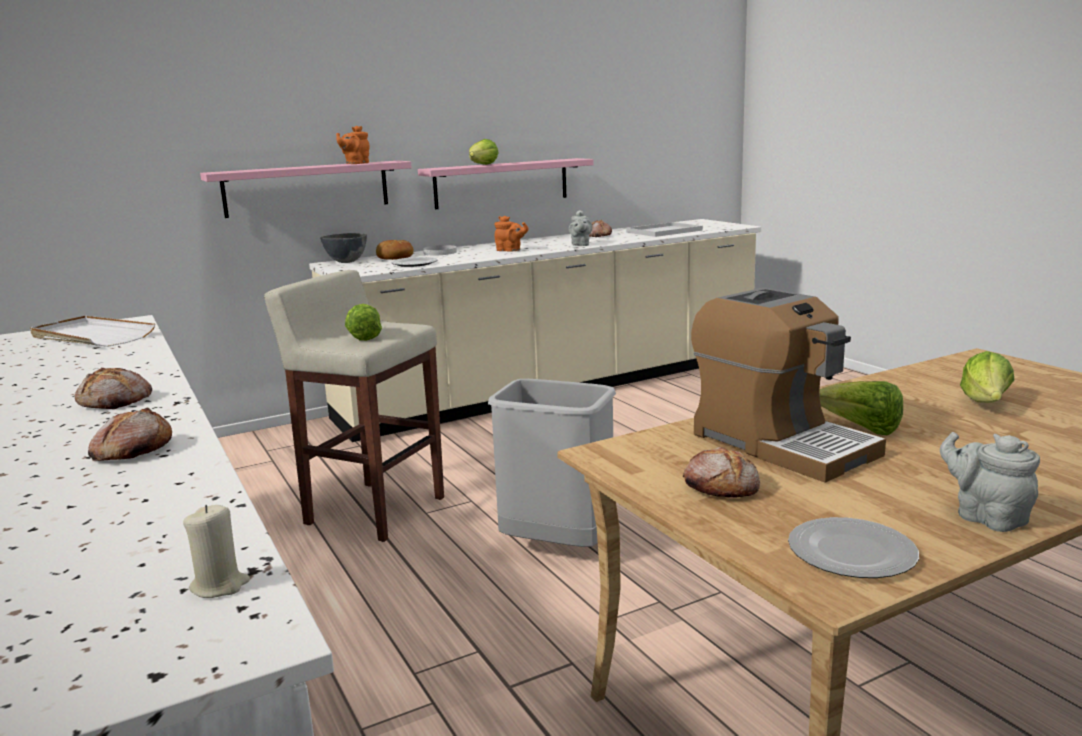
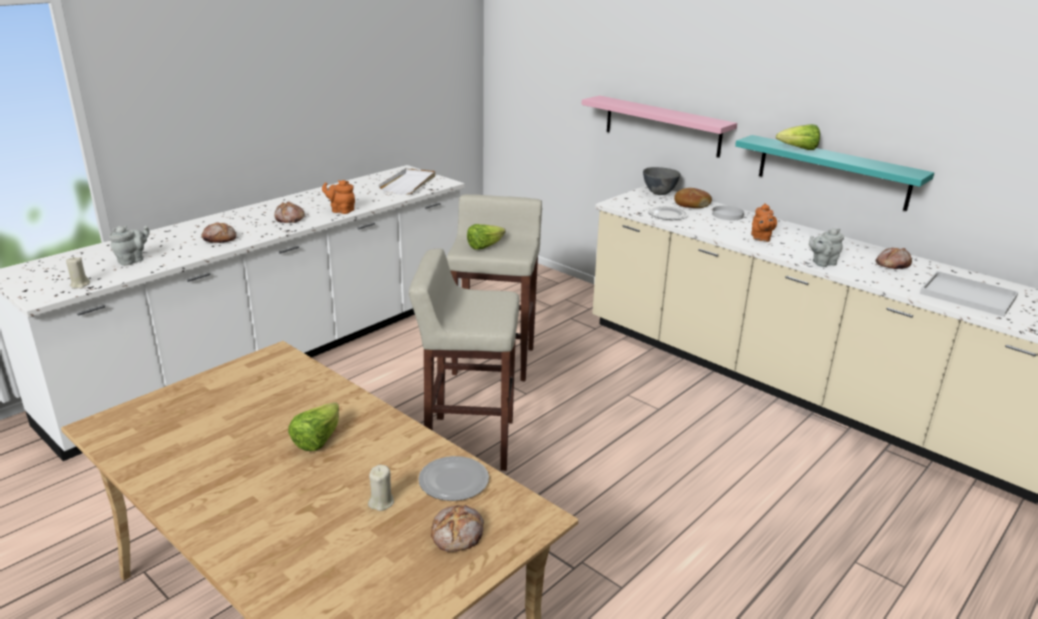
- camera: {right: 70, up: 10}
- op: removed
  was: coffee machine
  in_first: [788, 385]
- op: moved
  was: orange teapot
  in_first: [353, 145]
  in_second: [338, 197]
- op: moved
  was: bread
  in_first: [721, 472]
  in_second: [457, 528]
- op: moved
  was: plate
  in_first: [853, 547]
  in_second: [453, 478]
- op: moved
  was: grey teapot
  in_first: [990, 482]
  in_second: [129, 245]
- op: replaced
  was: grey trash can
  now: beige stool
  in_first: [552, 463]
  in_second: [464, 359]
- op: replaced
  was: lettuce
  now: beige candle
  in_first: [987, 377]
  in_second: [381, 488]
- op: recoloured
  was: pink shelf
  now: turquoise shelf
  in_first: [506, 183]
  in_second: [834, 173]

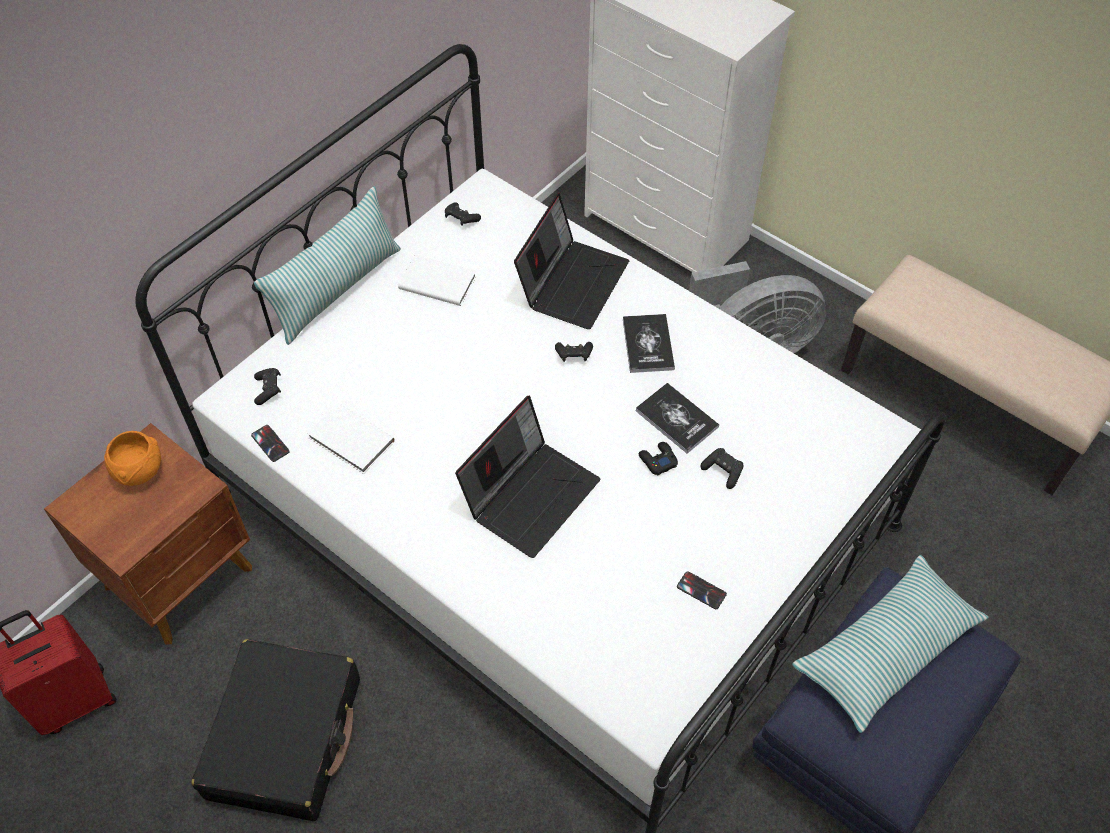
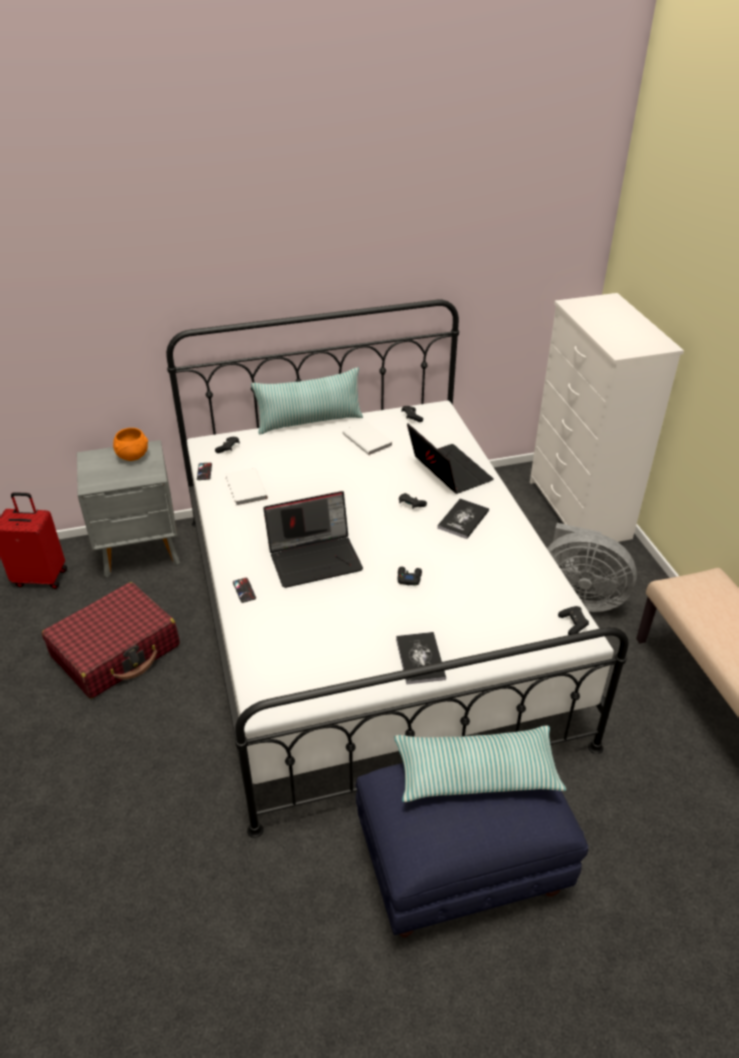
- camera: {right: 35, up: -15}
- op: moved
  was: book
  in_first: [677, 418]
  in_second: [421, 658]
- op: moved
  was: phone
  in_first: [702, 590]
  in_second: [244, 590]
- op: moved
  was: black game controller
  in_first: [721, 468]
  in_second: [573, 620]
- op: recoloured
  was: brown nightstand
  now: grey nightstand
  in_first: [148, 534]
  in_second: [128, 508]
- op: recoloured
  was: black suitcase
  now: red suitcase
  in_first: [276, 730]
  in_second: [111, 640]
- op: turned
  was: laptop
  in_first: [571, 261]
  in_second: [450, 458]
  clockwise: -90

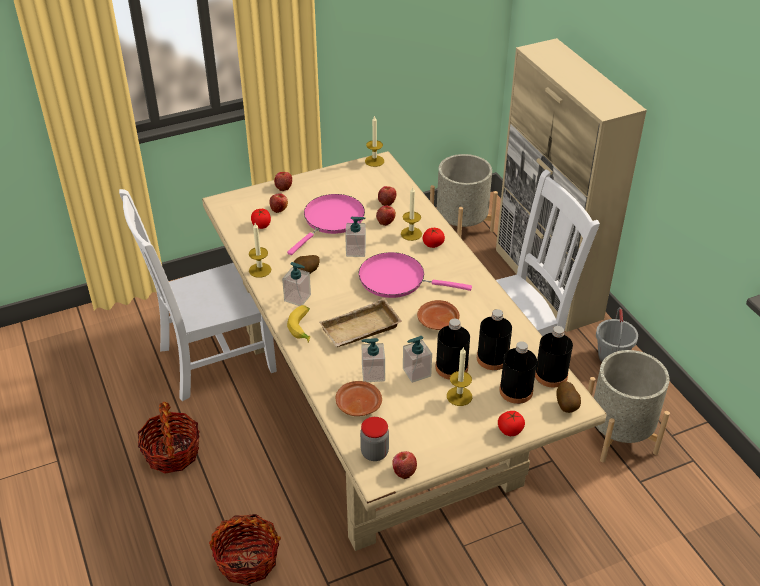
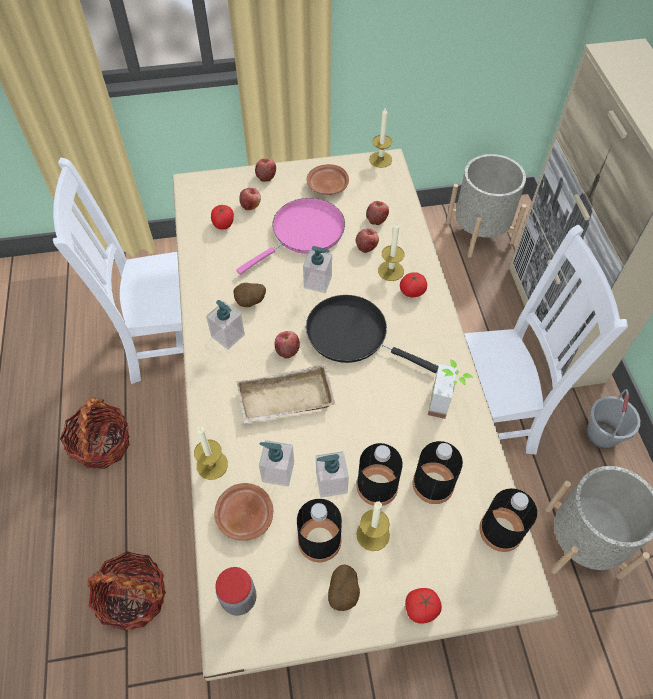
- camera: {right: 15, up: 15}
- op: removed
  was: banana
  in_first: [298, 323]
- op: added
  now: potted plant
  in_second: [450, 389]
- op: moved
  was: candle
  in_first: [260, 250]
  in_second: [211, 453]
- op: moved
  was: apple
  in_first: [404, 465]
  in_second: [287, 345]
- op: moved
  was: brown plate
  in_first: [438, 315]
  in_second: [328, 179]
- op: moved
  was: black bottle
  in_first: [518, 372]
  in_second: [319, 530]
- op: moved
  was: potato
  in_first: [568, 397]
  in_second: [344, 587]
- op: recoloured
  was: pink frying pan
  now: black frying pan
  in_first: [415, 275]
  in_second: [372, 334]

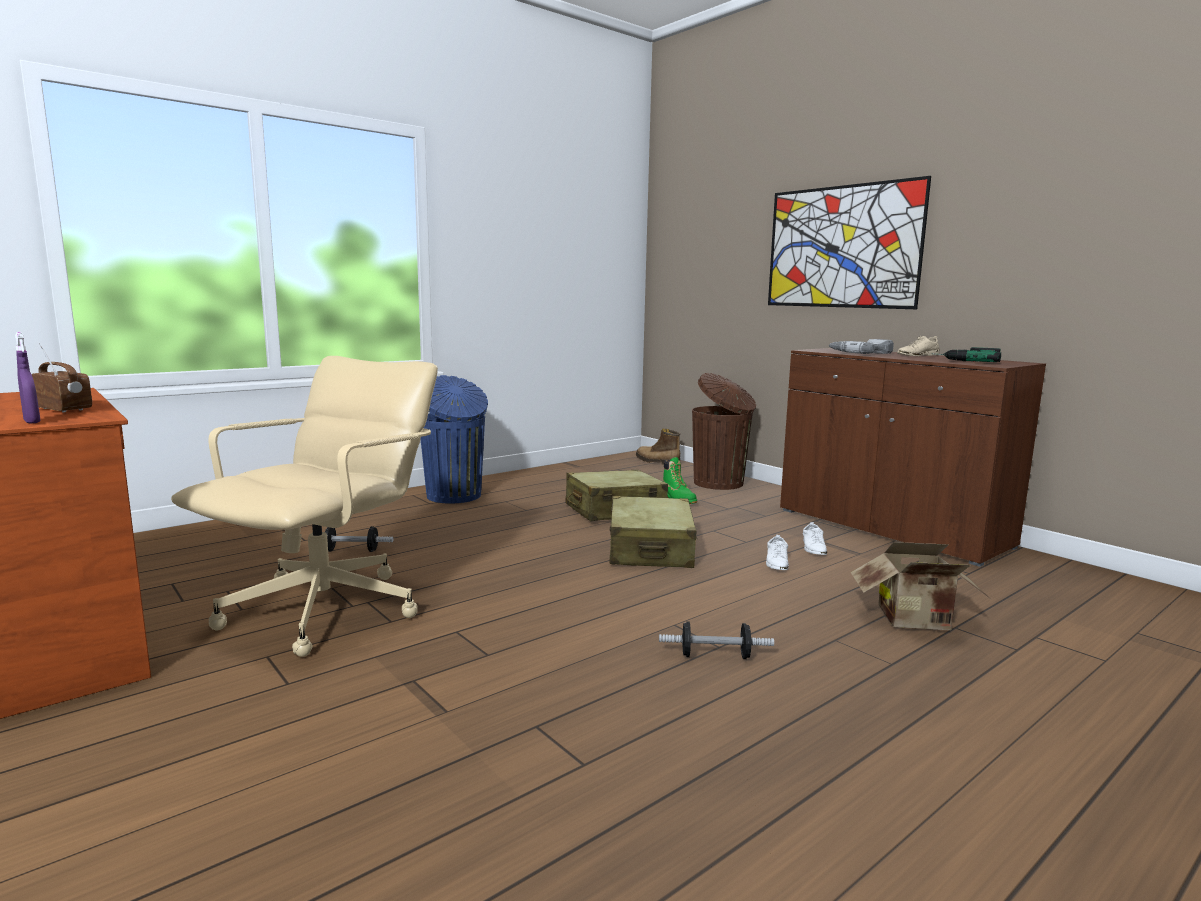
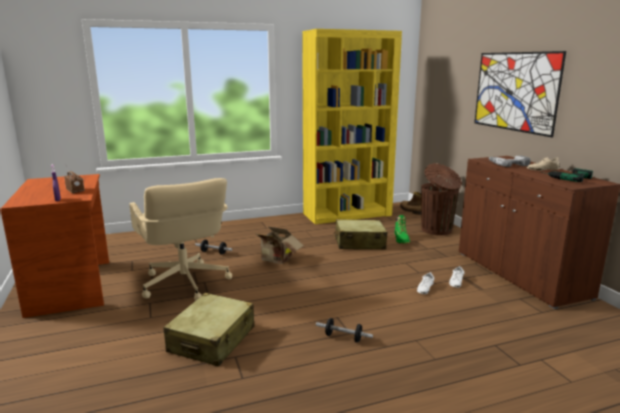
- camera: {right: 20, up: 5}
- op: removed
  was: blue trash can
  in_first: [454, 439]
- op: added
  now: yellow bookcase
  in_second: [352, 126]
- op: moved
  was: beige suitcase
  in_first: [653, 532]
  in_second: [209, 330]
- op: moved
  was: cardboard box
  in_first: [920, 586]
  in_second: [279, 245]
- op: turned
  was: beige office chair
  in_first: [304, 506]
  in_second: [180, 239]
  clockwise: 105

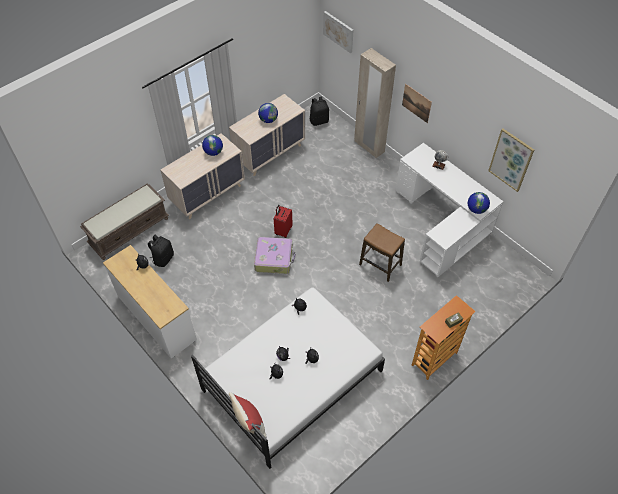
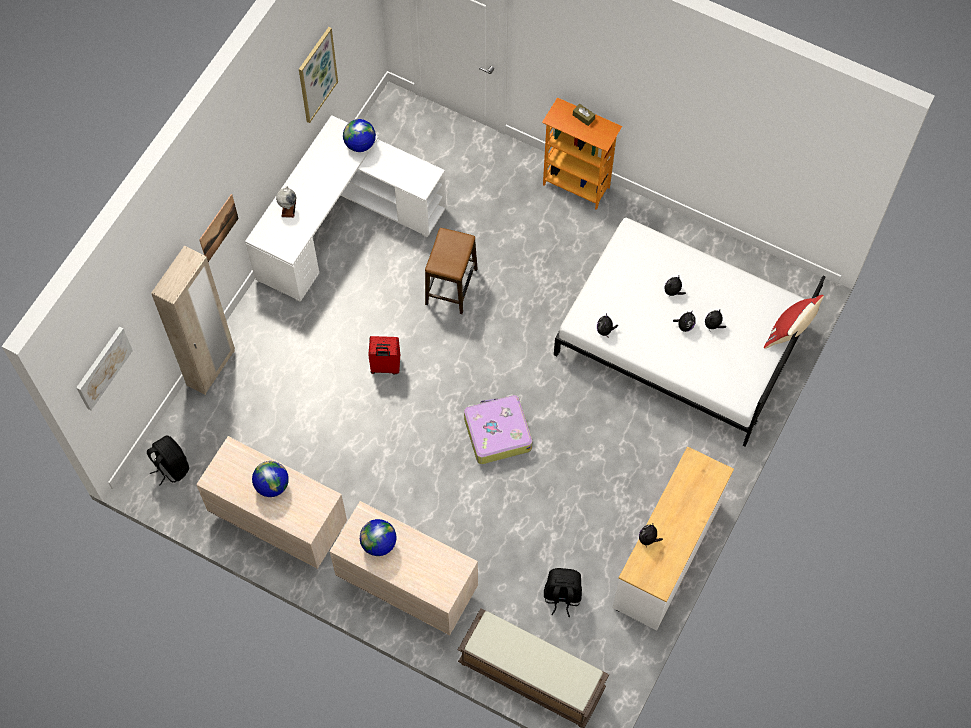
- camera: {right: -110, up: 10}
- op: moved
  was: red suitcase
  in_first: [283, 221]
  in_second: [384, 355]

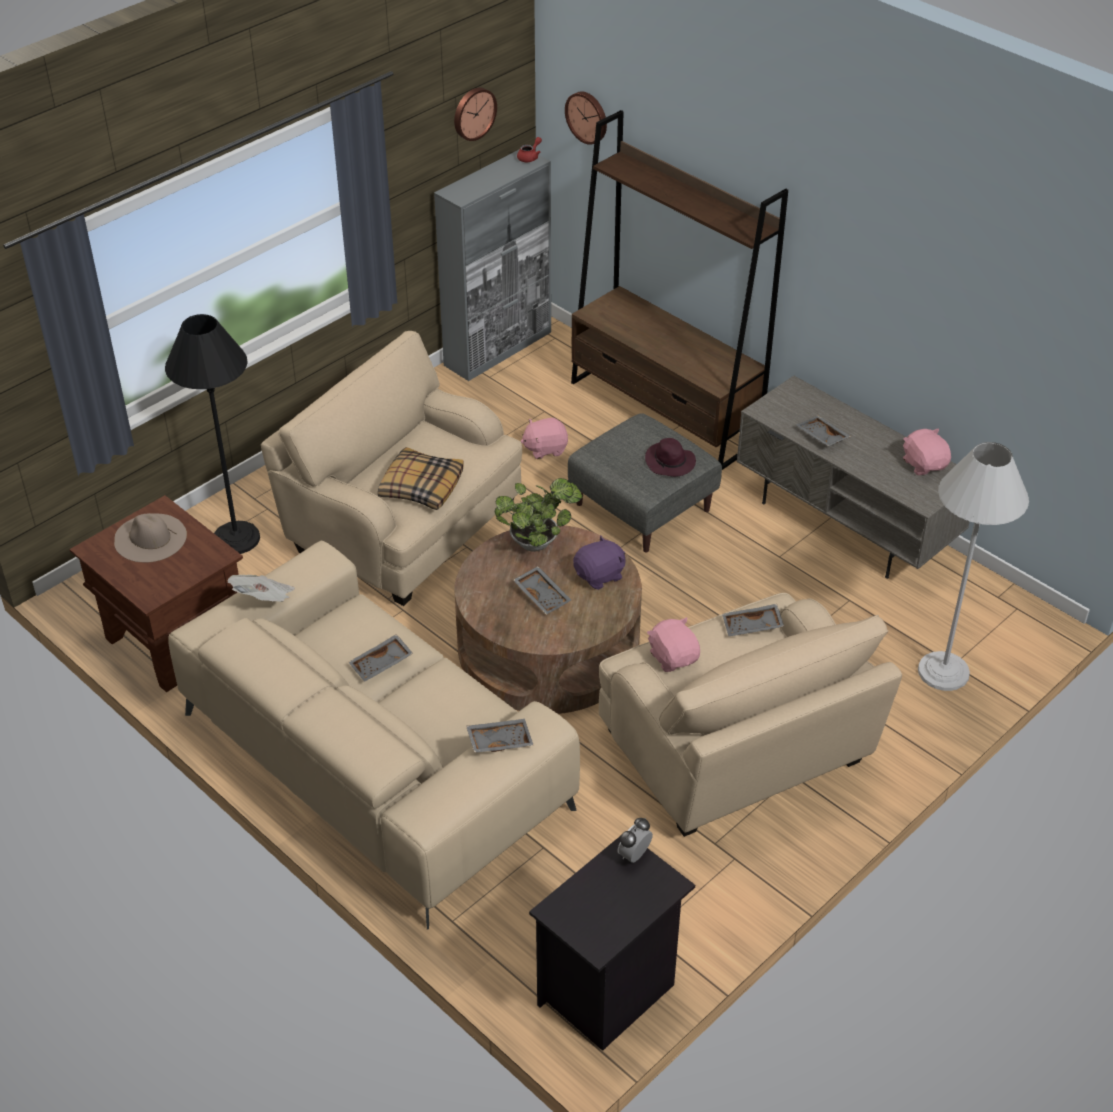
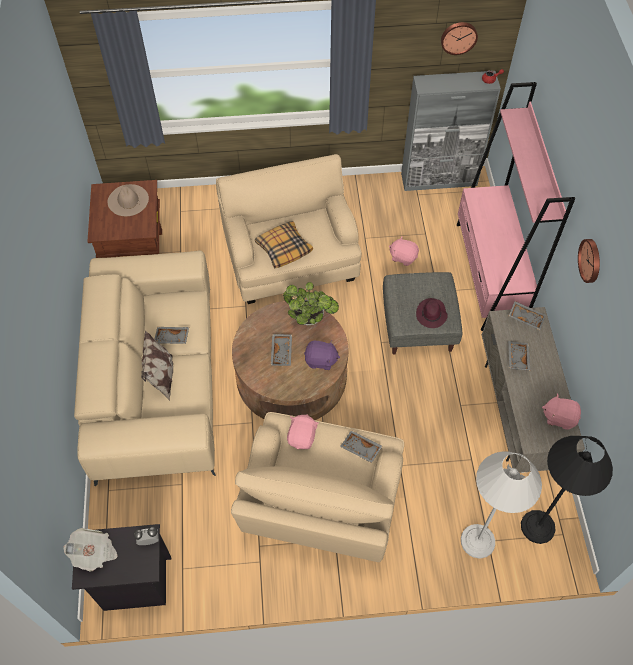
- camera: {right: 40, up: 15}
- op: added
  now: pillow
  in_second: [157, 365]
- op: moved
  was: black floor lamp
  in_first: [212, 434]
  in_second: [567, 490]
- op: moved
  was: newspaper
  in_first: [261, 588]
  in_second: [91, 550]
- op: moved
  was: grey tray
  in_first: [500, 736]
  in_second: [527, 315]
- op: moved
  was: wall clock
  in_first: [586, 118]
  in_second: [589, 261]
- op: recoloured
  was: brown bookcase
  now: pink bookcase
  in_first: [679, 290]
  in_second: [516, 206]
- op: turned
  was: pink plush toy
  in_first: [927, 451]
  in_second: [561, 411]
  clockwise: -90

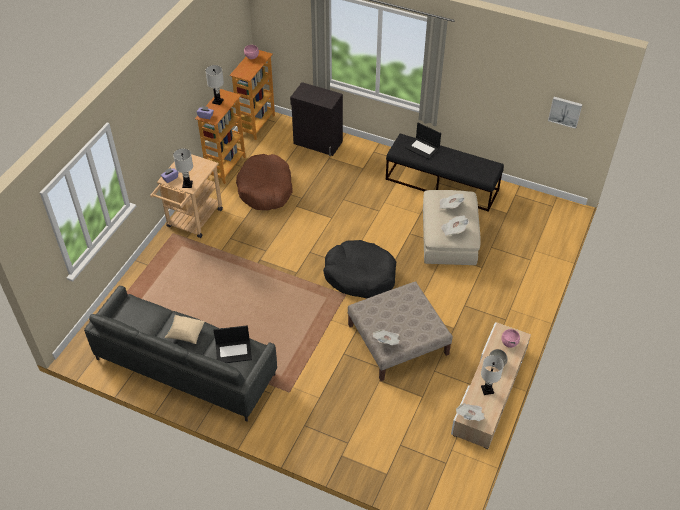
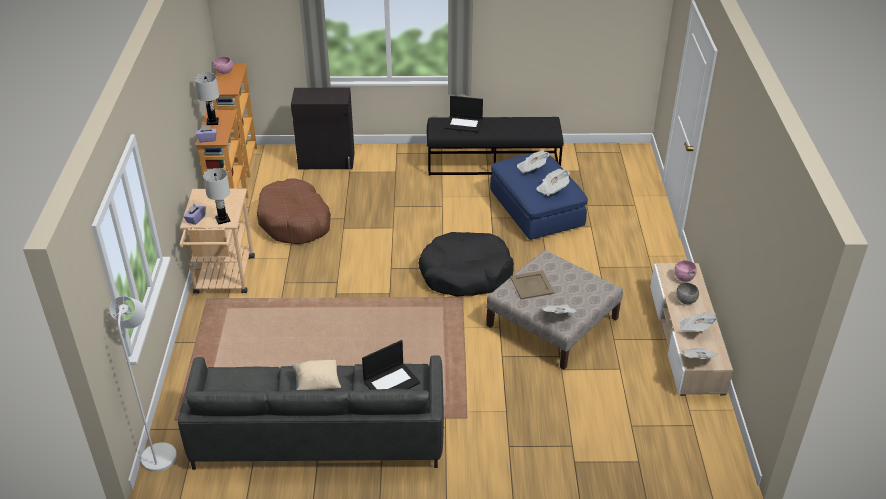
- camera: {right: -25, up: -10}
- op: removed
  was: picture
  in_first: [565, 113]
- op: added
  now: white floor lamp
  in_second: [143, 384]
- op: added
  now: beige tray
  in_second: [532, 284]
- op: replaced
  was: white table lamp
  now: newspaper
  in_first: [492, 375]
  in_second: [698, 322]
- op: recoloured
  was: beige ottoman
  now: blue ottoman
  in_first: [452, 227]
  in_second: [539, 196]

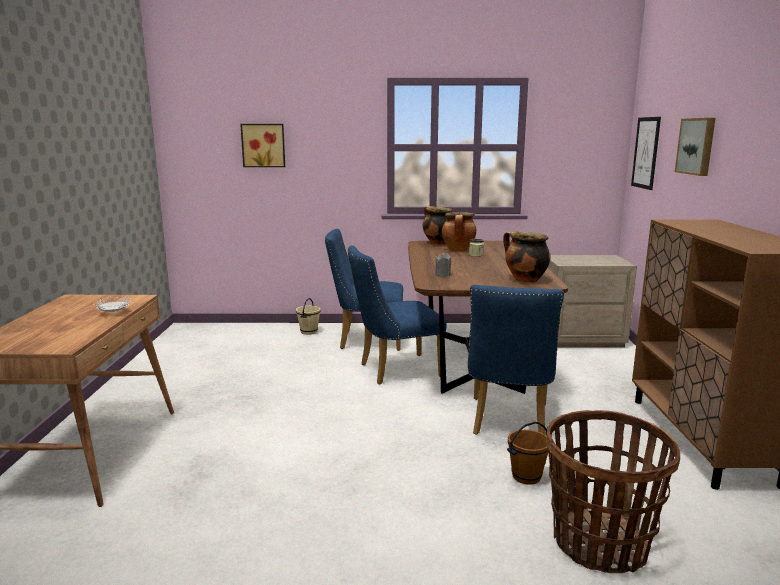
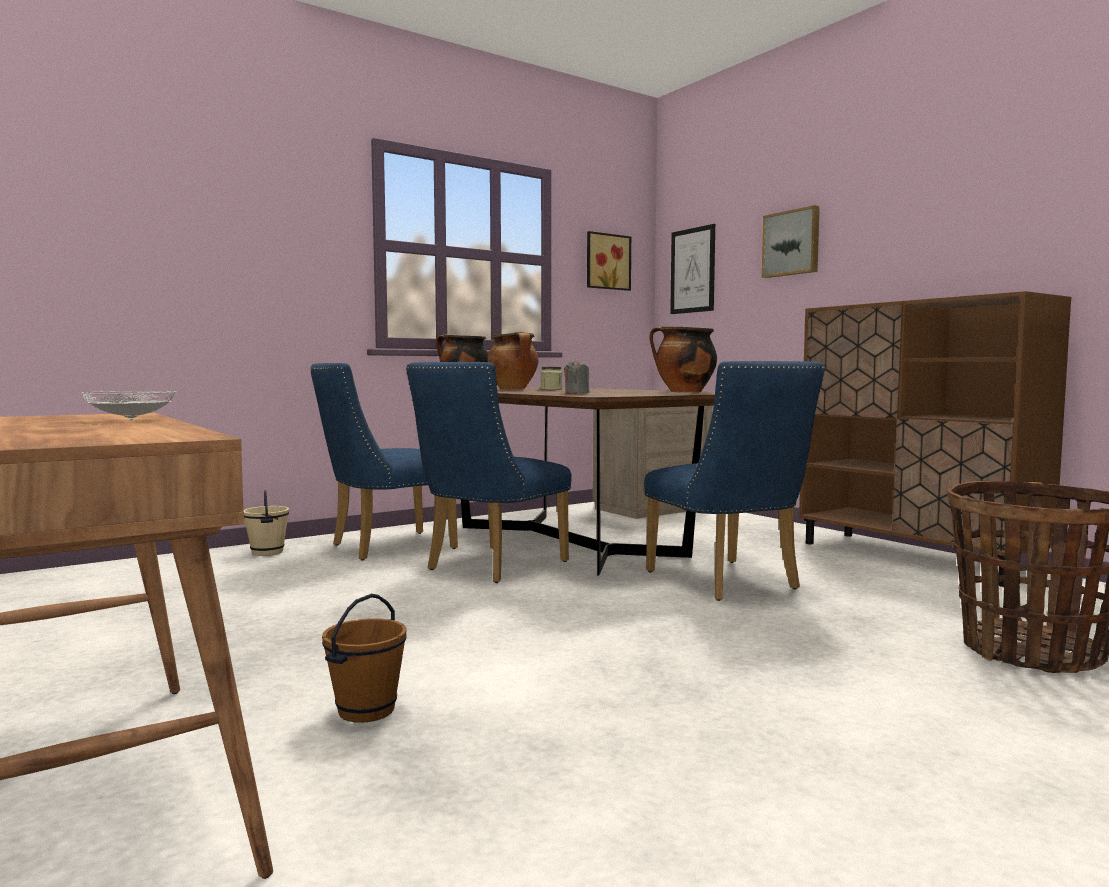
- camera: {right: -35, up: -10}
- op: moved
  was: picture
  in_first: [262, 145]
  in_second: [609, 261]
- op: moved
  was: brown bucket
  in_first: [527, 453]
  in_second: [364, 658]

